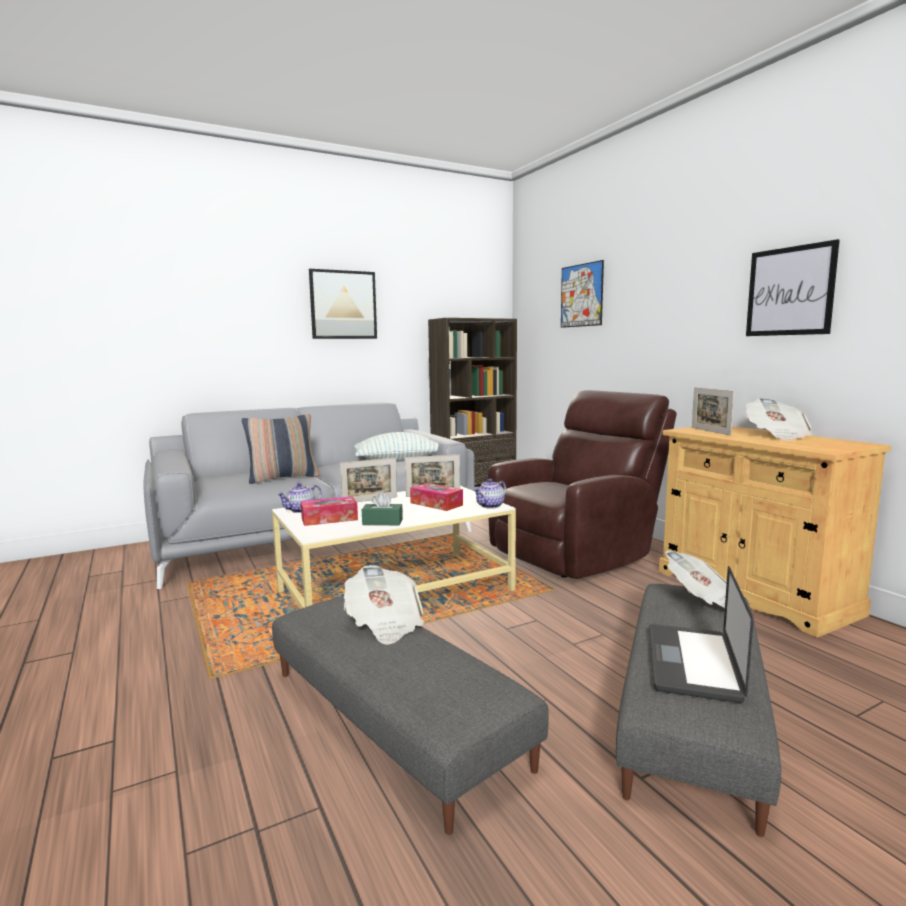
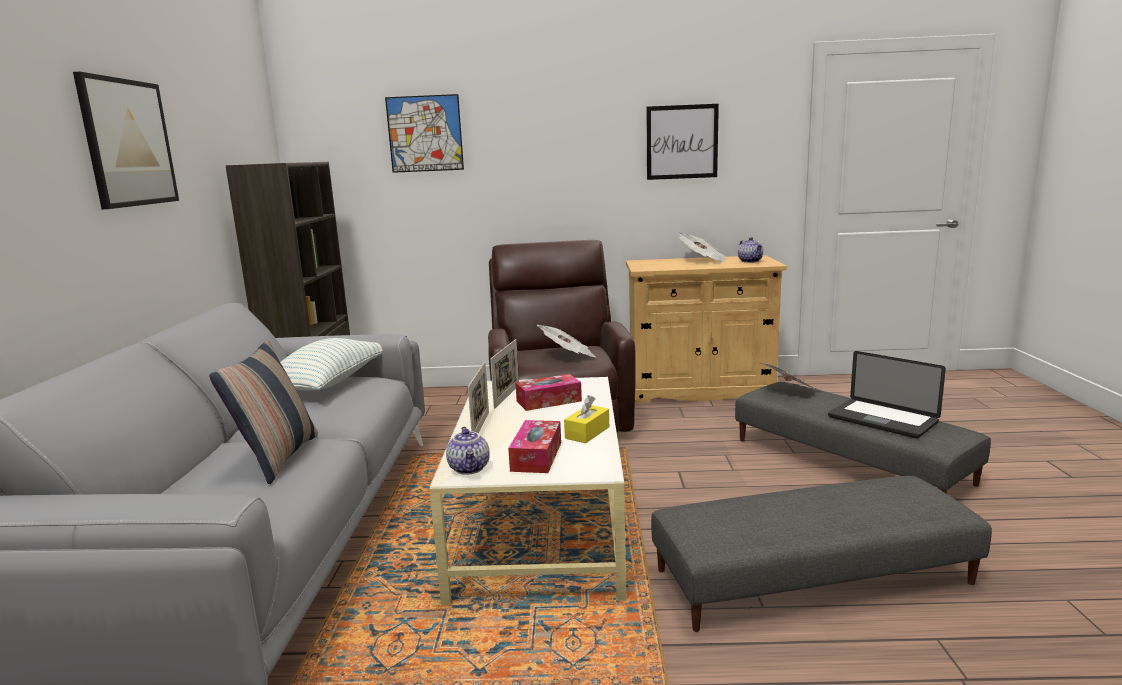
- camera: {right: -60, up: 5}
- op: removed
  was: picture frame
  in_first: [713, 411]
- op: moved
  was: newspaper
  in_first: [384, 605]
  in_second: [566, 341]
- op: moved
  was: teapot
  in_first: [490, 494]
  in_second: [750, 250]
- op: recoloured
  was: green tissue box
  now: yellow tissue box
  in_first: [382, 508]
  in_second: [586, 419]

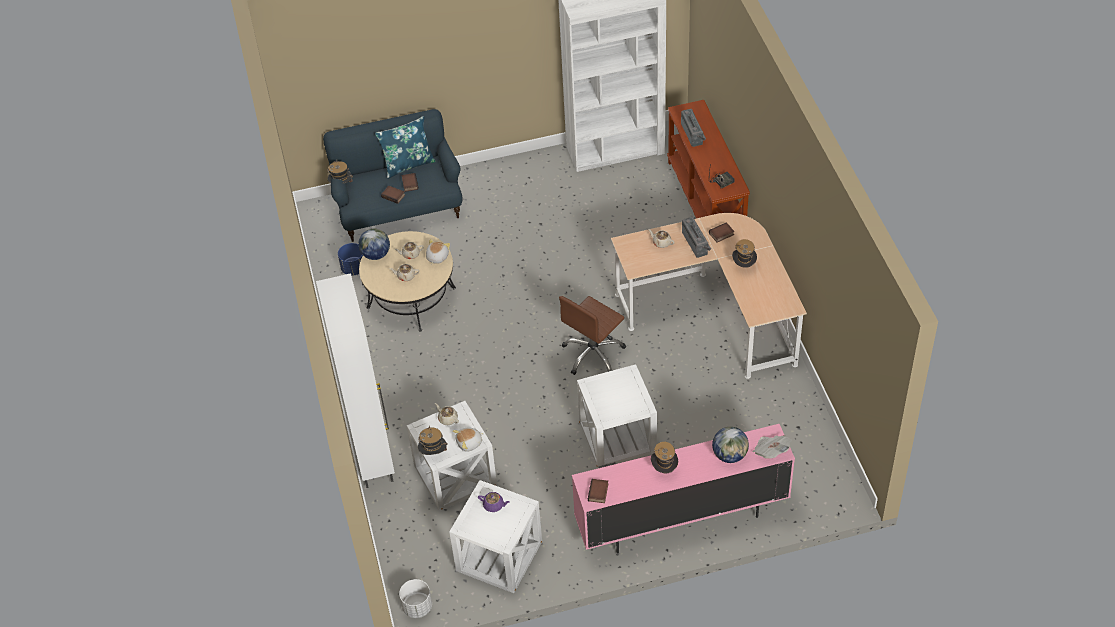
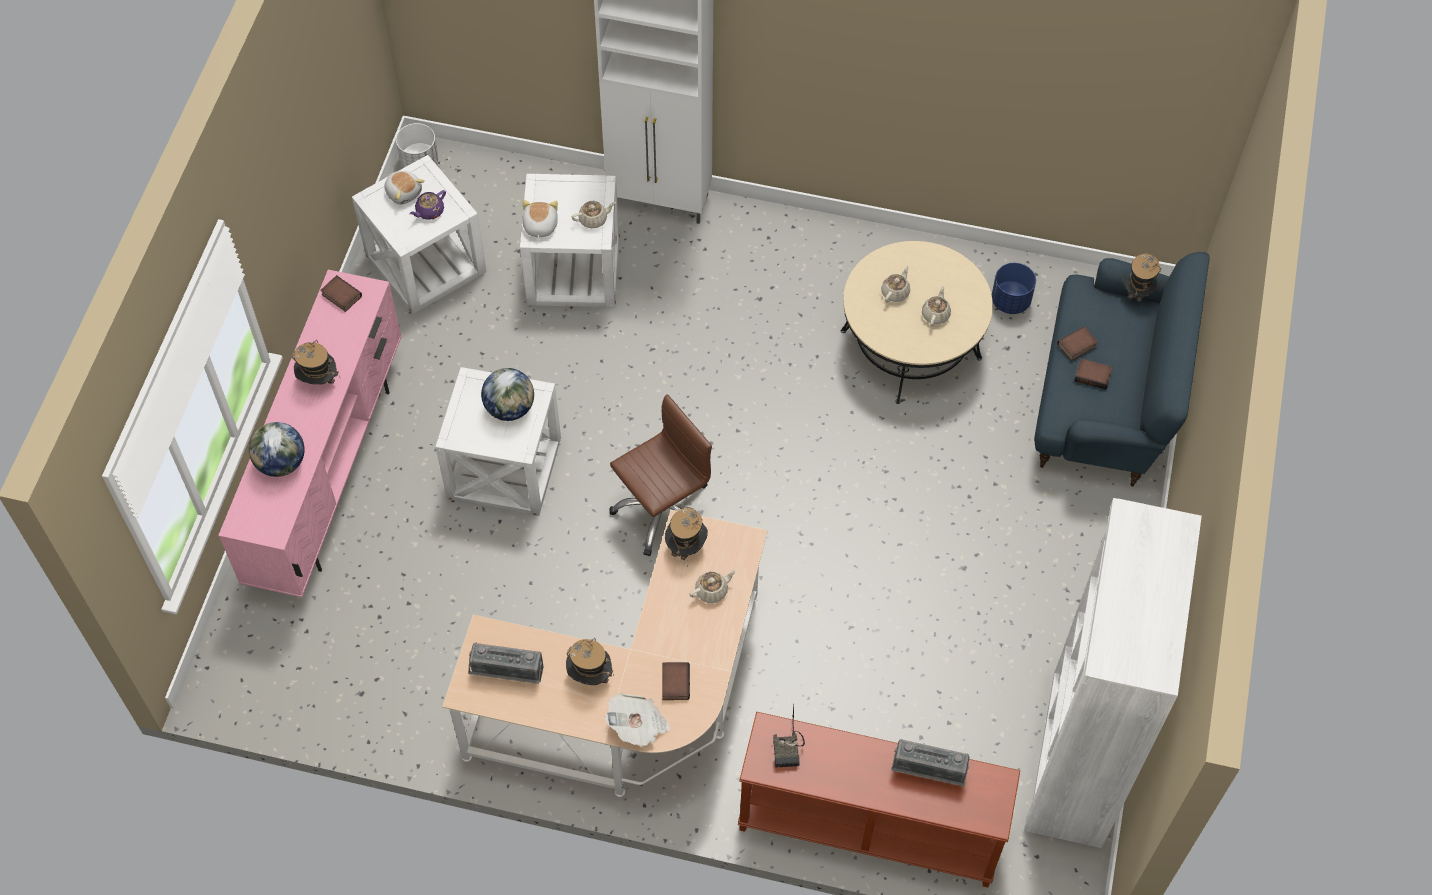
- camera: {right: 115, up: 10}
- op: removed
  was: blue pillow
  in_first: [405, 147]
- op: moved
  was: globe
  in_first: [374, 244]
  in_second: [507, 394]
- op: moved
  was: hat
  in_first: [433, 440]
  in_second: [686, 536]
- op: moved
  was: plush toy
  in_first: [438, 252]
  in_second: [404, 188]
- op: moved
  was: radio
  in_first: [696, 237]
  in_second: [506, 663]
- op: moved
  was: newspaper
  in_first: [772, 447]
  in_second: [637, 720]
- op: turned
  was: brown office chair
  in_first: [592, 335]
  in_second: [661, 475]
  clockwise: 75

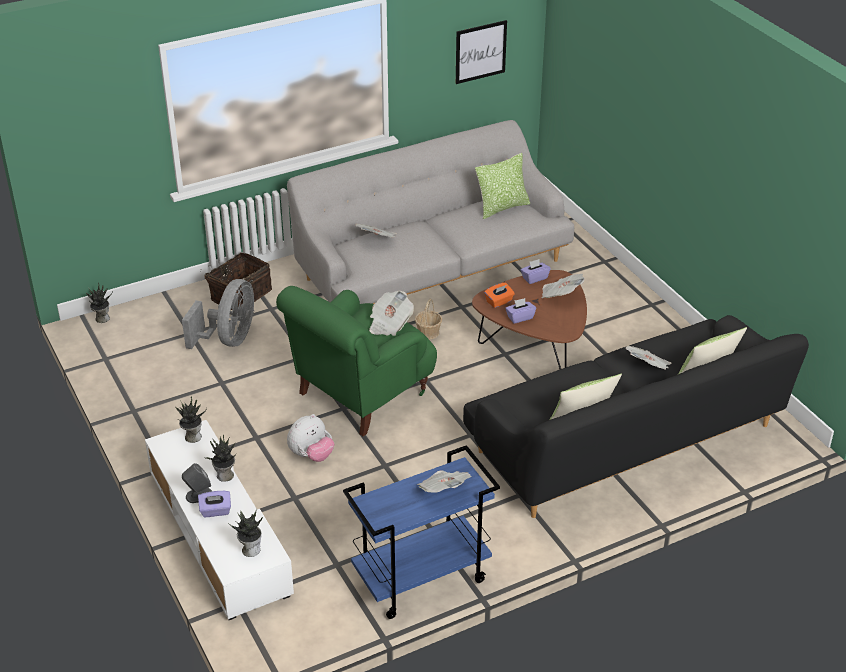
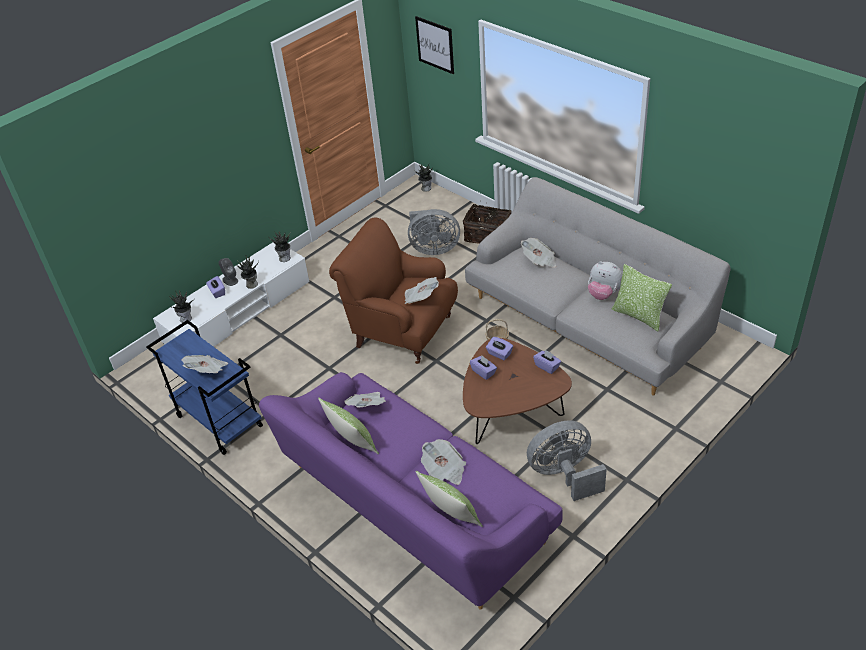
- camera: {right: 75, up: 5}
- op: added
  now: grey fan
  in_second: [567, 461]
- op: moved
  was: plush toy
  in_first: [310, 438]
  in_second: [605, 280]
- op: moved
  was: picture
  in_first: [481, 52]
  in_second: [434, 45]
- op: moved
  was: newspaper
  in_first: [563, 286]
  in_second: [365, 400]
- op: recoloured
  was: green armchair
  now: brown armchair
  in_first: [356, 361]
  in_second: [393, 291]
- op: recoloured
  was: black sofa
  now: purple sofa
  in_first: [636, 416]
  in_second: [411, 491]
- op: recoloured
  was: orange tissue box
  now: purple tissue box
  in_first: [500, 295]
  in_second: [499, 348]

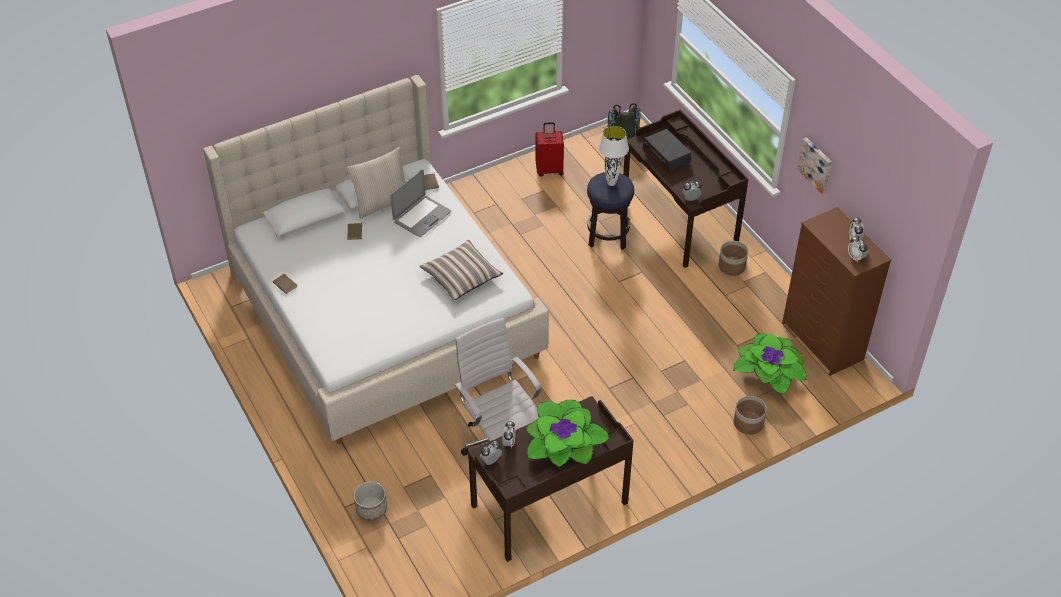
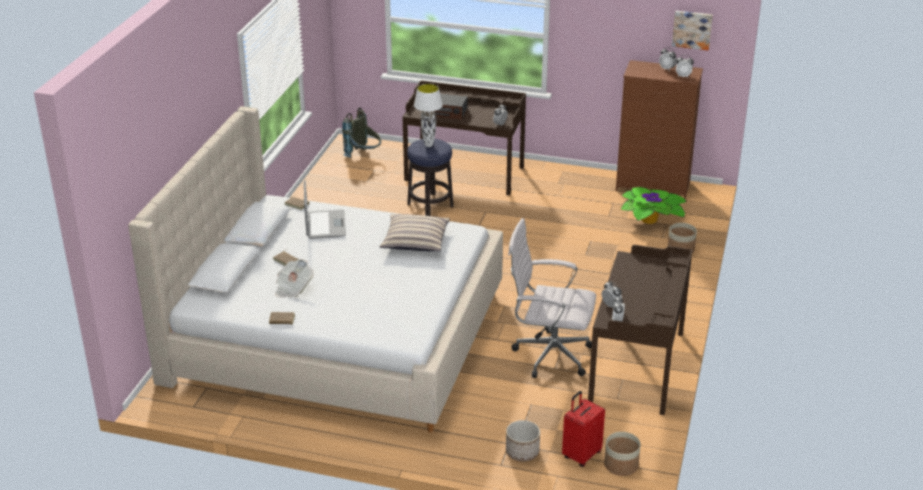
- camera: {right: -45, up: -15}
- op: removed
  was: beige pillow
  in_first: [376, 183]
- op: removed
  was: potted plant
  in_first: [568, 433]
- op: added
  now: newspaper
  in_second: [294, 278]
- op: moved
  was: red suitcase
  in_first: [550, 149]
  in_second: [583, 429]
- op: moved
  was: planter
  in_first: [733, 258]
  in_second: [622, 454]
- op: moved
  was: picture
  in_first: [814, 165]
  in_second: [692, 30]

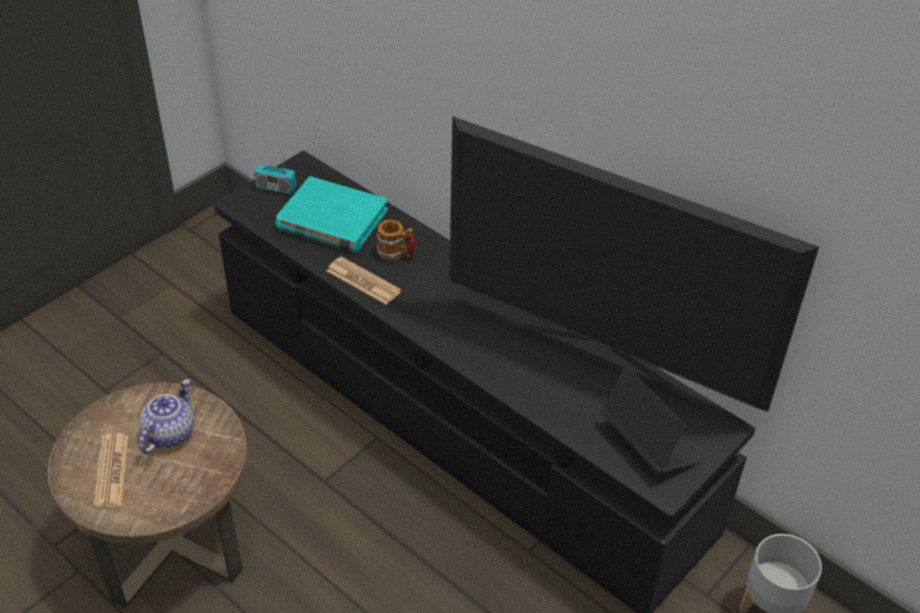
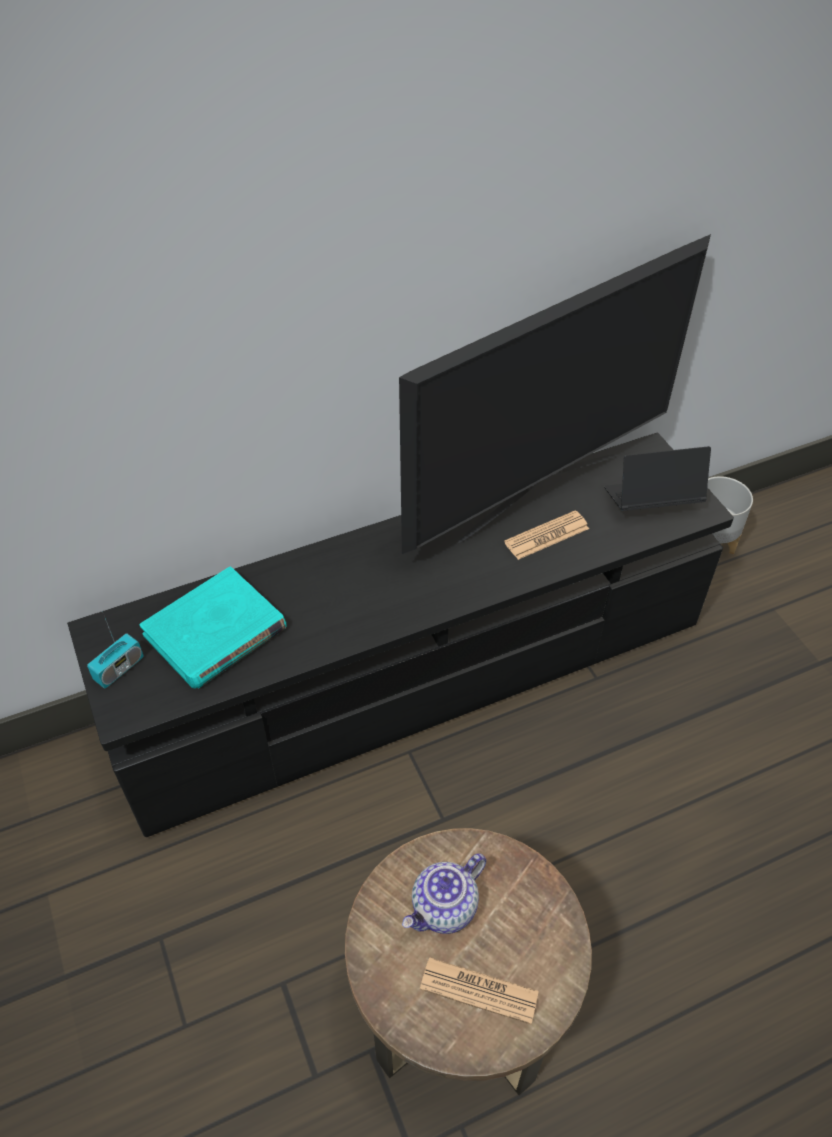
- camera: {right: -65, up: 5}
- op: removed
  was: mug
  in_first: [397, 240]
- op: moved
  was: newspaper
  in_first: [364, 280]
  in_second: [546, 535]
- op: turned
  was: teapot
  in_first: [166, 416]
  in_second: [444, 893]
  clockwise: -90

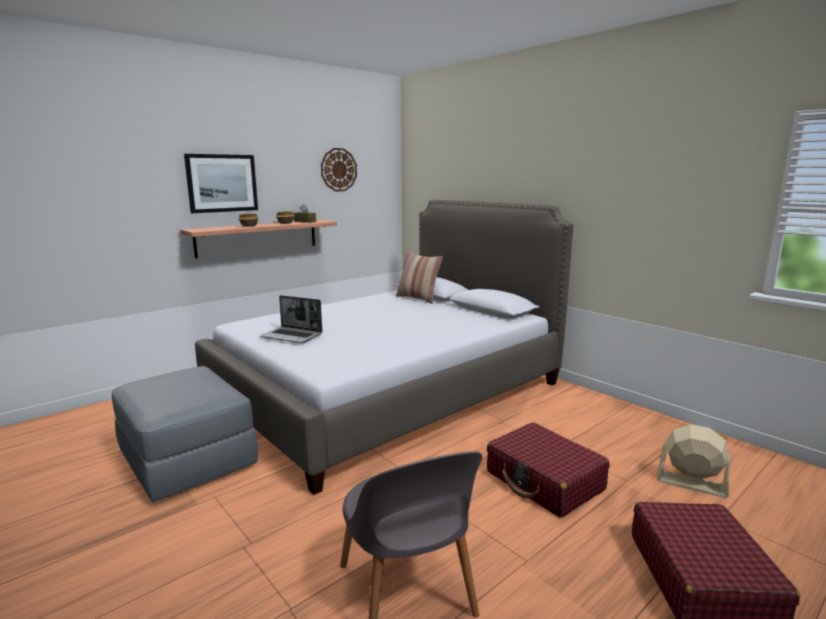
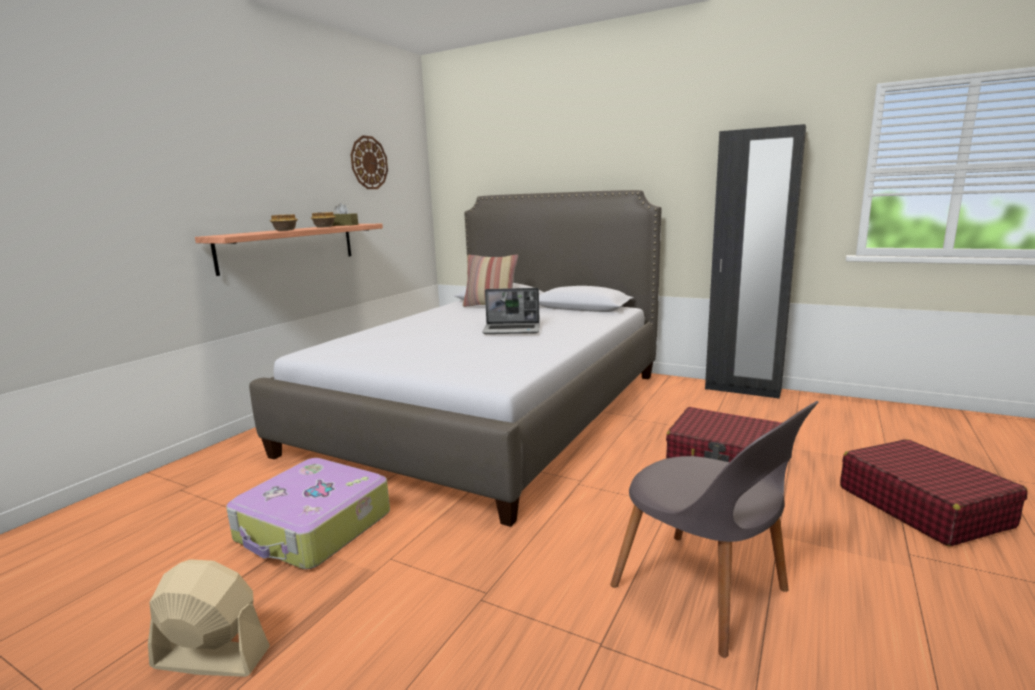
- camera: {right: -20, up: 0}
- op: removed
  was: picture
  in_first: [221, 183]
- op: added
  now: black wardrobe
  in_second: [755, 261]
- op: moved
  was: laptop
  in_first: [291, 319]
  in_second: [511, 311]
- op: moved
  was: beige fan
  in_first: [694, 461]
  in_second: [209, 618]
- op: replaced
  was: grey ottoman
  now: suitcase
  in_first: [185, 434]
  in_second: [308, 513]

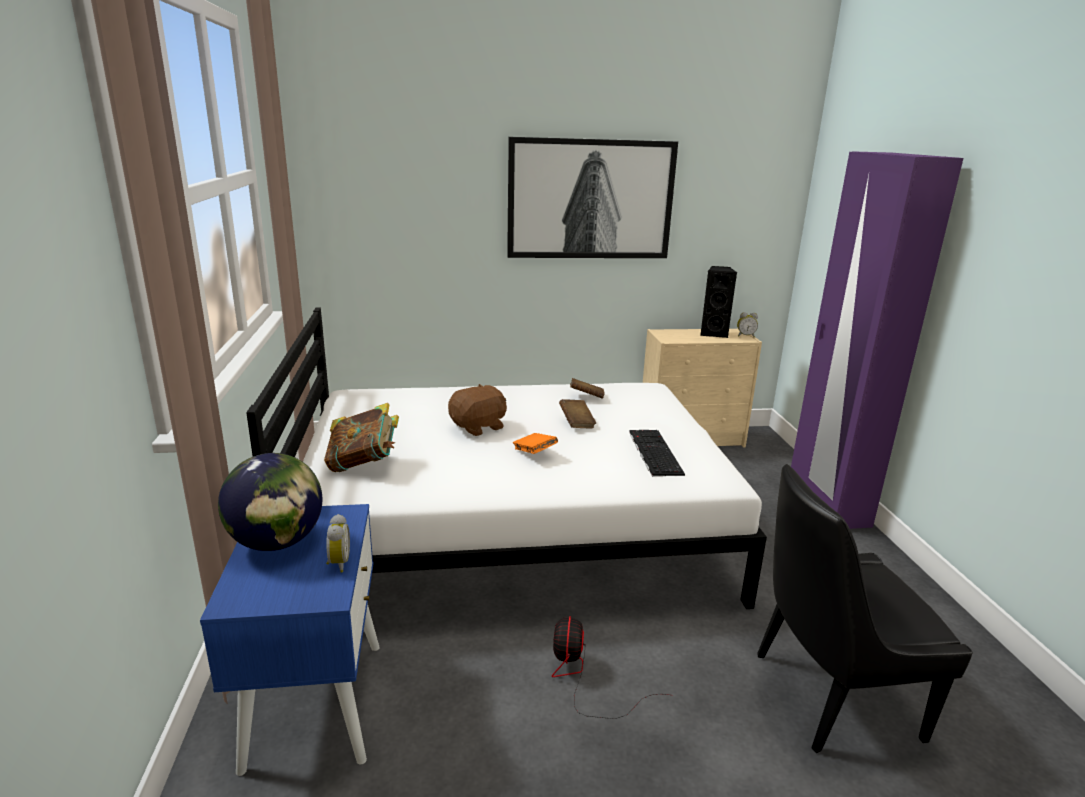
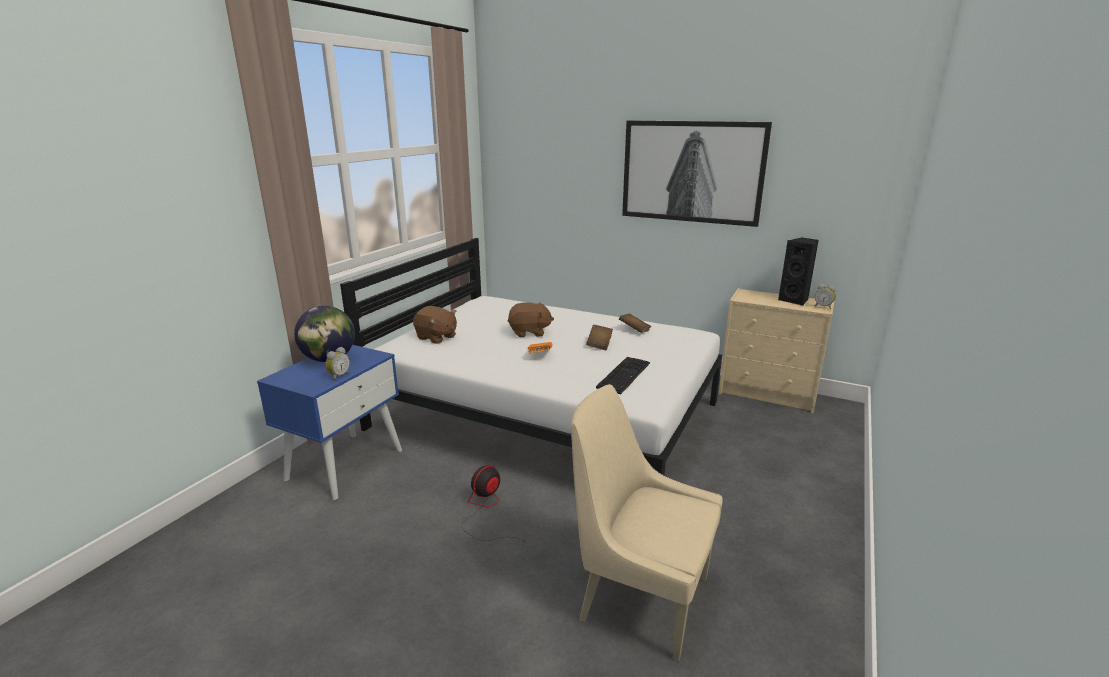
- camera: {right: 35, up: 0}
- op: removed
  was: purple wardrobe
  in_first: [877, 340]
- op: replaced
  was: book
  now: brown plush toy
  in_first: [361, 437]
  in_second: [435, 325]
- op: recoloured
  was: black chair
  now: beige chair
  in_first: [865, 608]
  in_second: [647, 522]

